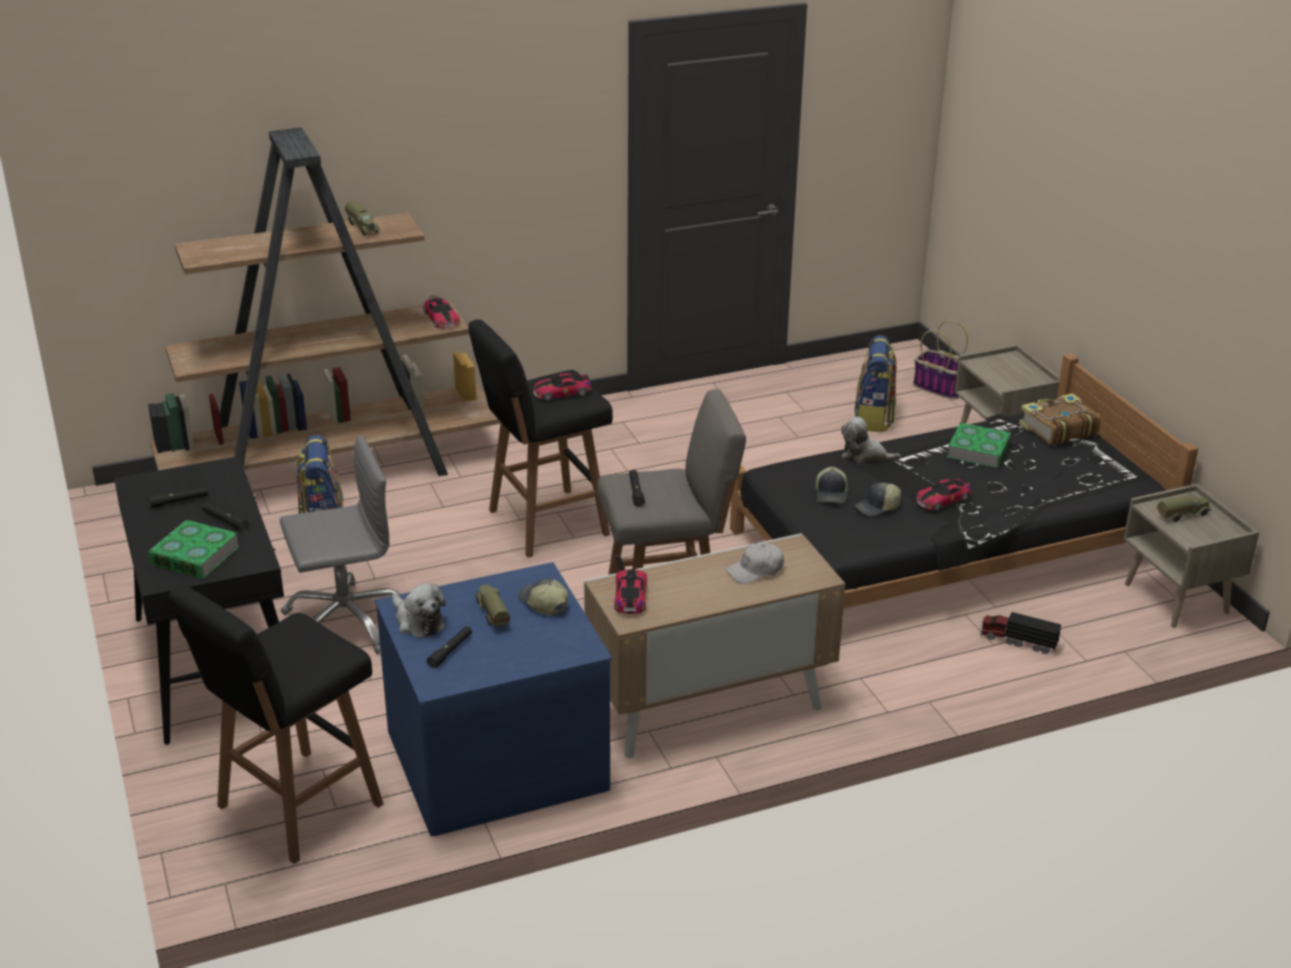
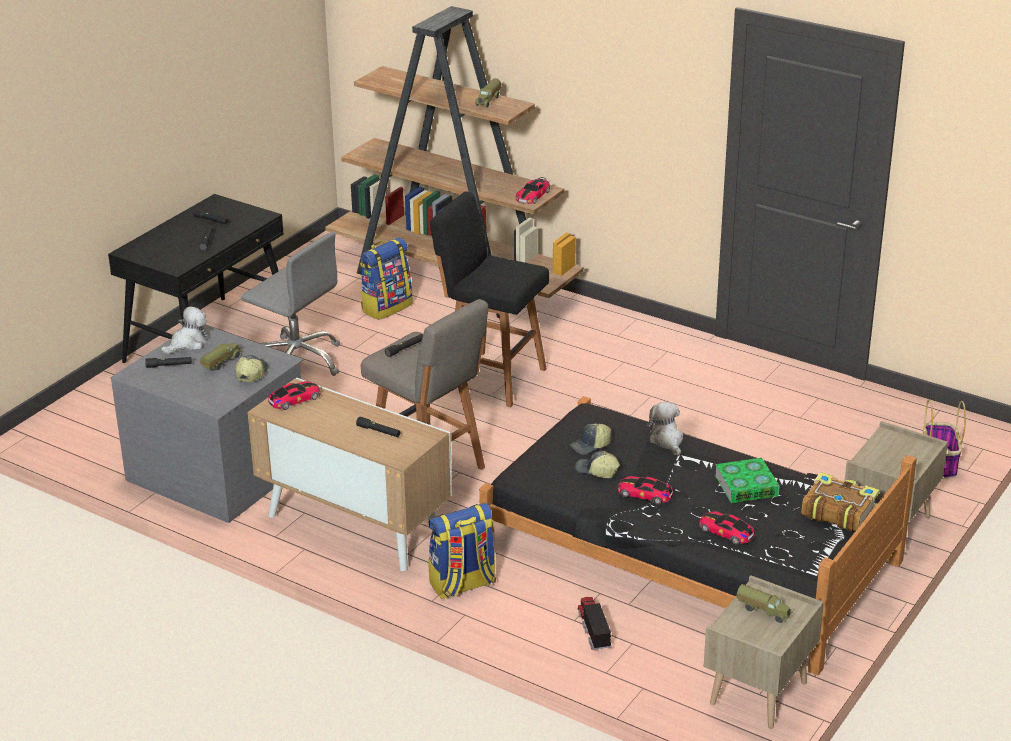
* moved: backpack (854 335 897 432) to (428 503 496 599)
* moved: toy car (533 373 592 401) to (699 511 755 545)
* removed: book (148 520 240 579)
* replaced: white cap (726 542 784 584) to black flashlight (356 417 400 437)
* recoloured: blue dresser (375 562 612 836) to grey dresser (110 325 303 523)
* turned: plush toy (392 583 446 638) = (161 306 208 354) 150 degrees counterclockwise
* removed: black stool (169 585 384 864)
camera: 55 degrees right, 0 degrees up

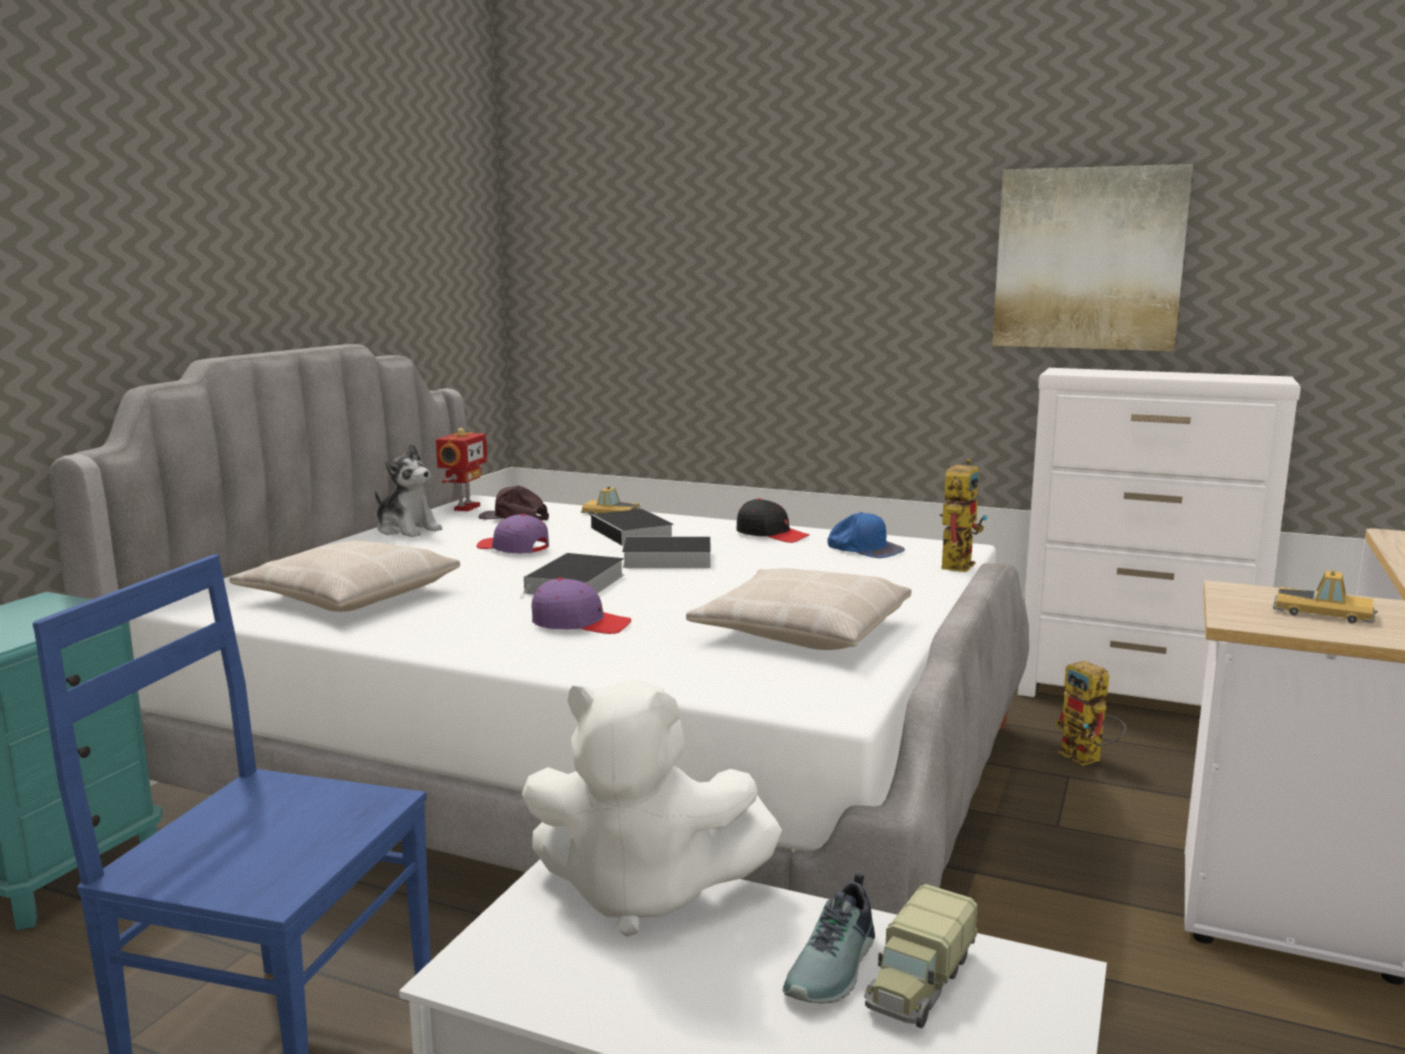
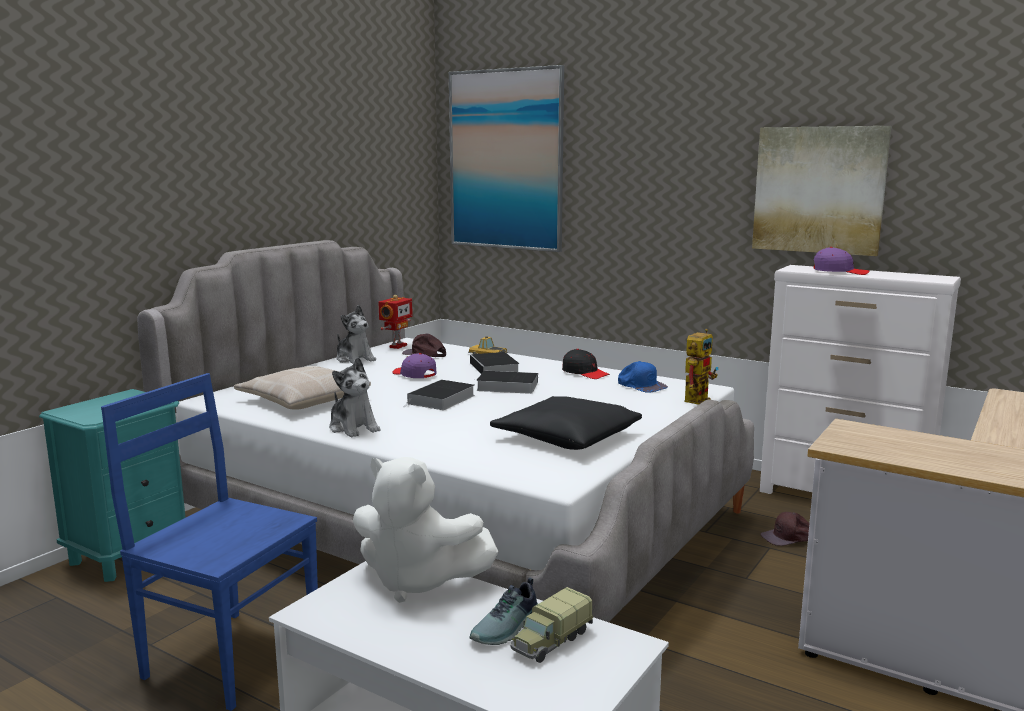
* recoloured: beige pillow (686 568 911 650) to black pillow (490 396 642 450)
* removed: toy car (1273 570 1378 624)
* moved: purple cap (531 578 631 634) to (814 247 870 275)
* replaced: toy robot (1055 661 1127 766) to brown cap (760 512 809 546)
* added: picture (449 65 564 252)
* added: plush toy (329 357 381 437)
camera: 10 degrees right, 0 degrees up

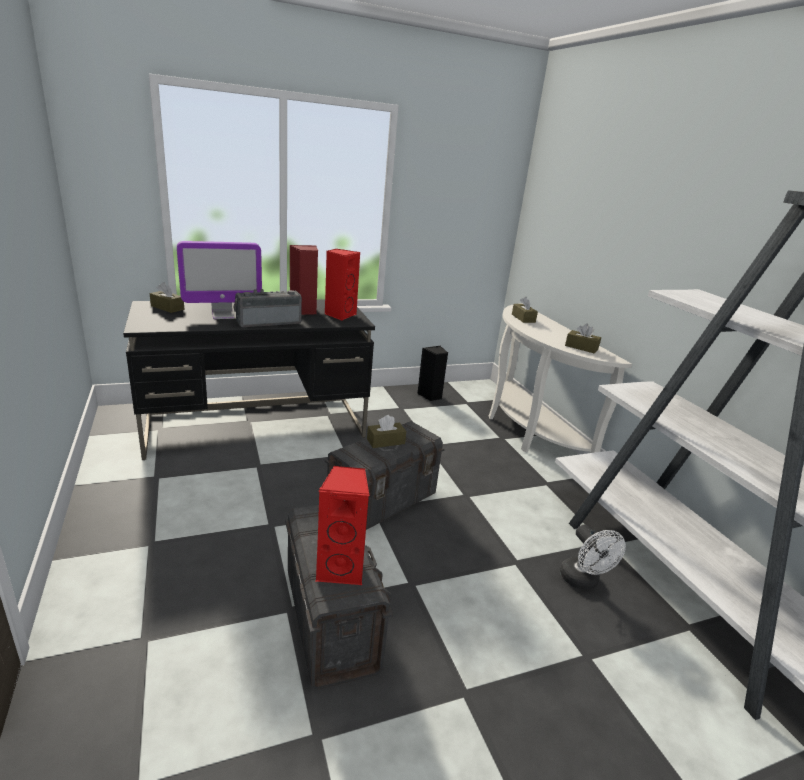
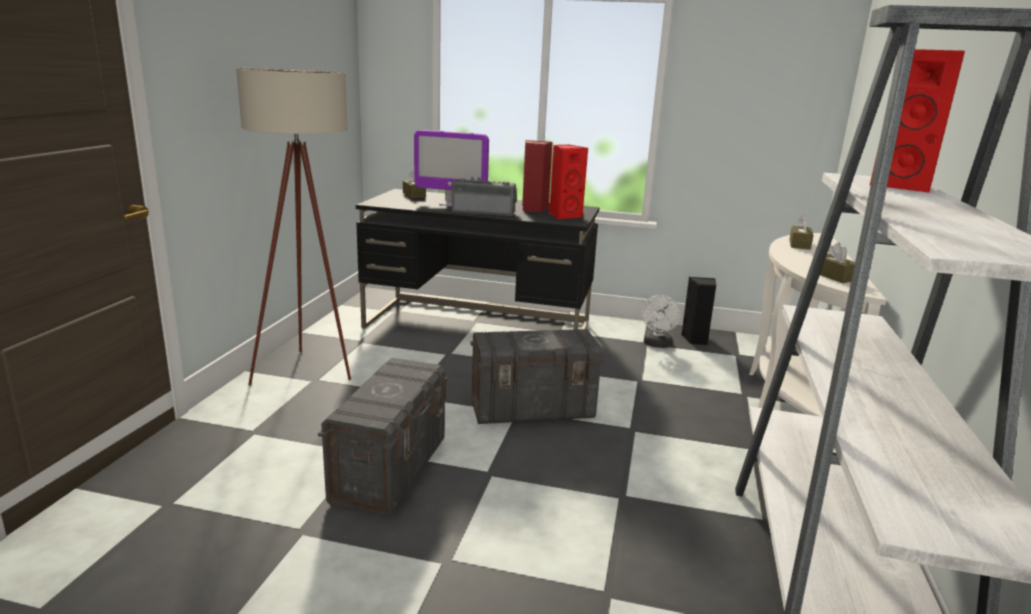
* removed: brown tissue box (367 415 406 448)
* moved: red speaker (316 466 370 585) to (869 49 965 193)
* moved: white fan (560 525 626 590) to (641 295 681 348)
* added: beige floor lamp (236 68 351 386)
camera: 35 degrees right, 5 degrees down

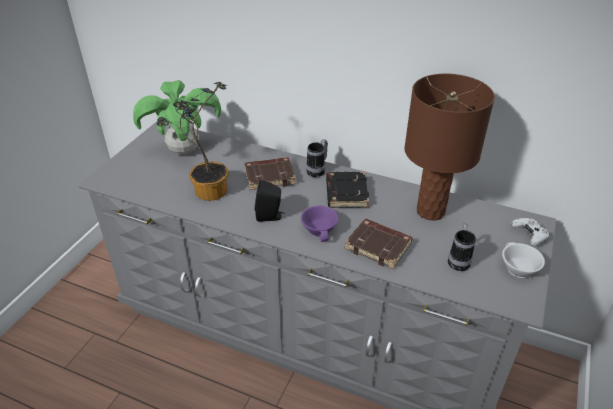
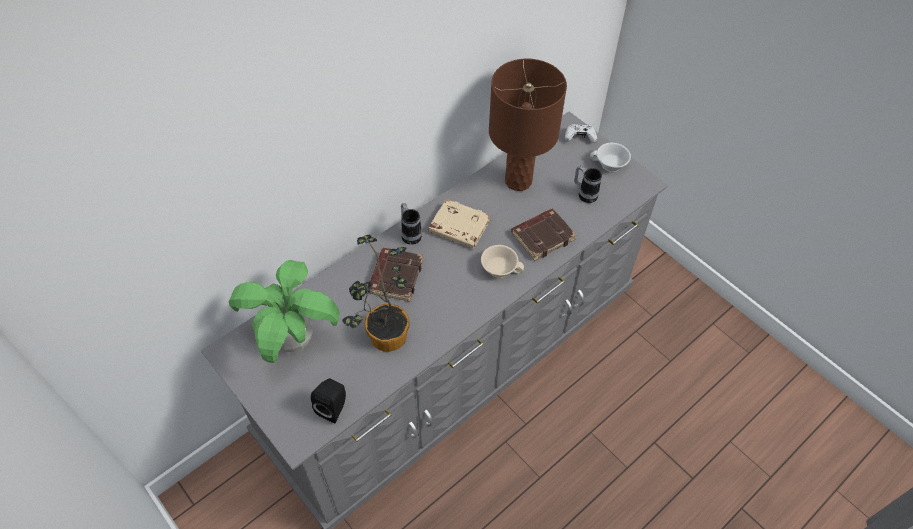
* recoloured: black book (326 172 369 208) to beige book (429 199 491 249)
* moved: black speaker (255 180 284 222) to (311 378 346 423)
* recoloured: purple cup (301 206 338 242) to beige cup (481 245 524 278)
camera: 65 degrees left, 15 degrees up

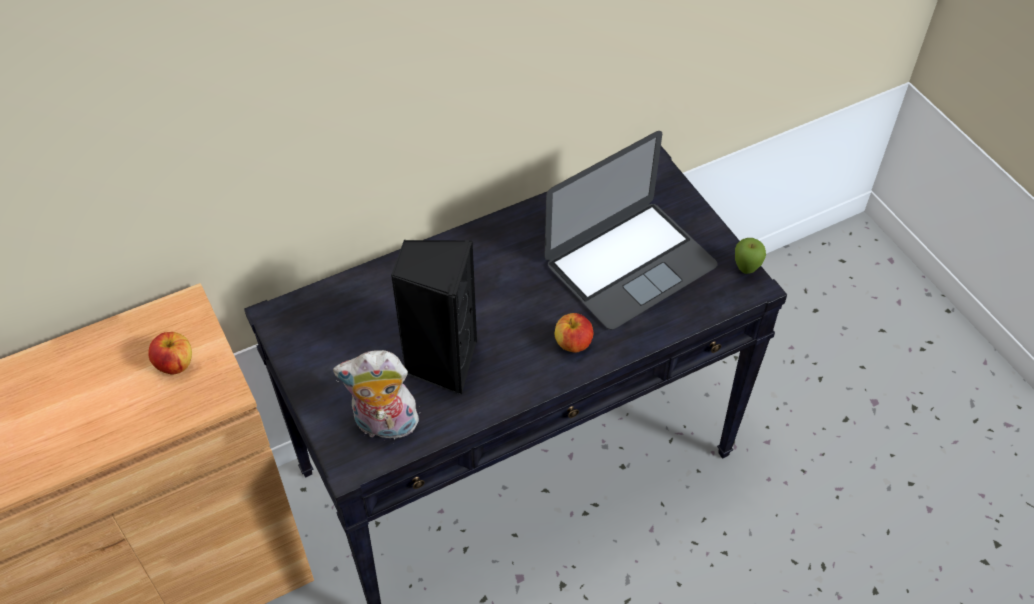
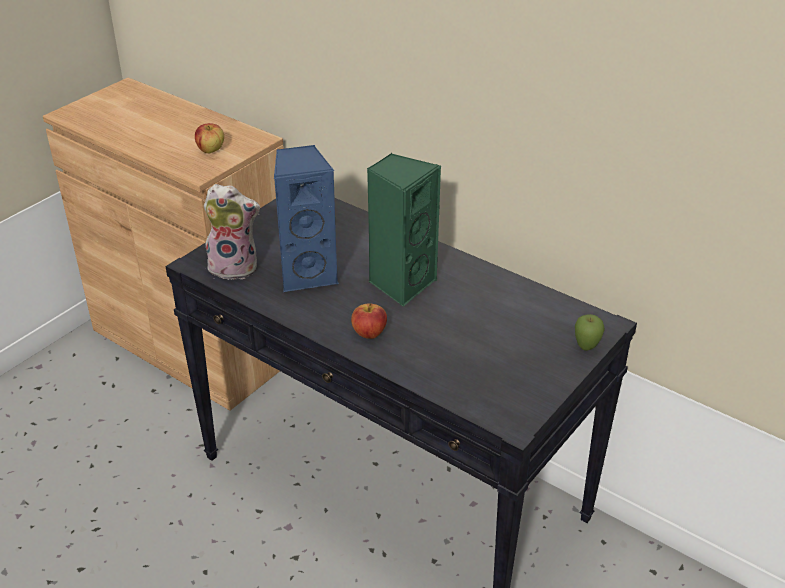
* removed: laptop (544 131 718 330)
* moved: apple (735 238 766 274) to (575 314 605 351)
* recoloured: black speaker (391 240 477 395) to blue speaker (274 145 339 292)
* turned: plush toy (333 350 422 439) = (204 184 260 280) 120 degrees clockwise
* added: green speaker (367 153 441 307)
camera: 65 degrees right, 15 degrees down

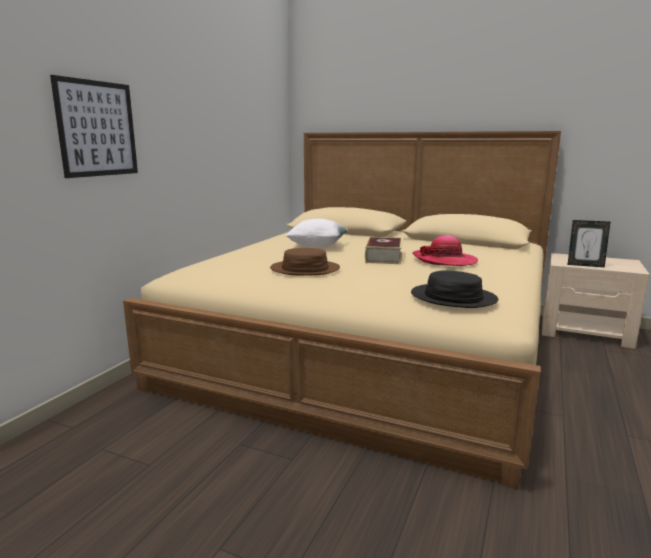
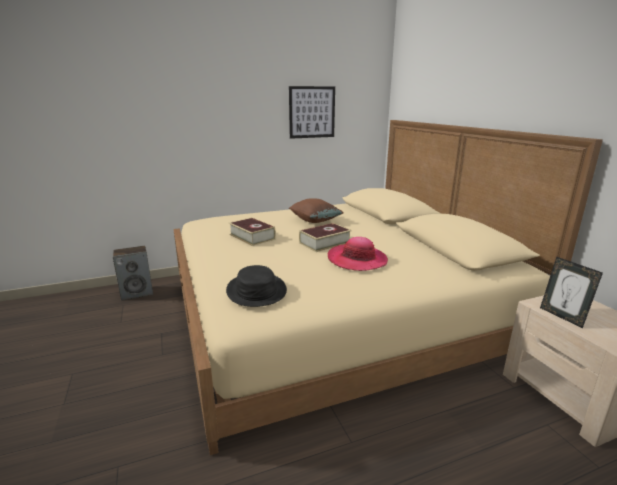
* moved: picture (50 75 138 178) to (289 86 335 139)
* recoloured: white pillow (286 219 348 248) to brown pillow (289 198 344 223)
* replaced: brown hat (270 248 340 276) to book (229 218 276 246)
* added: speaker (113 246 153 301)
camera: 45 degrees right, 5 degrees up

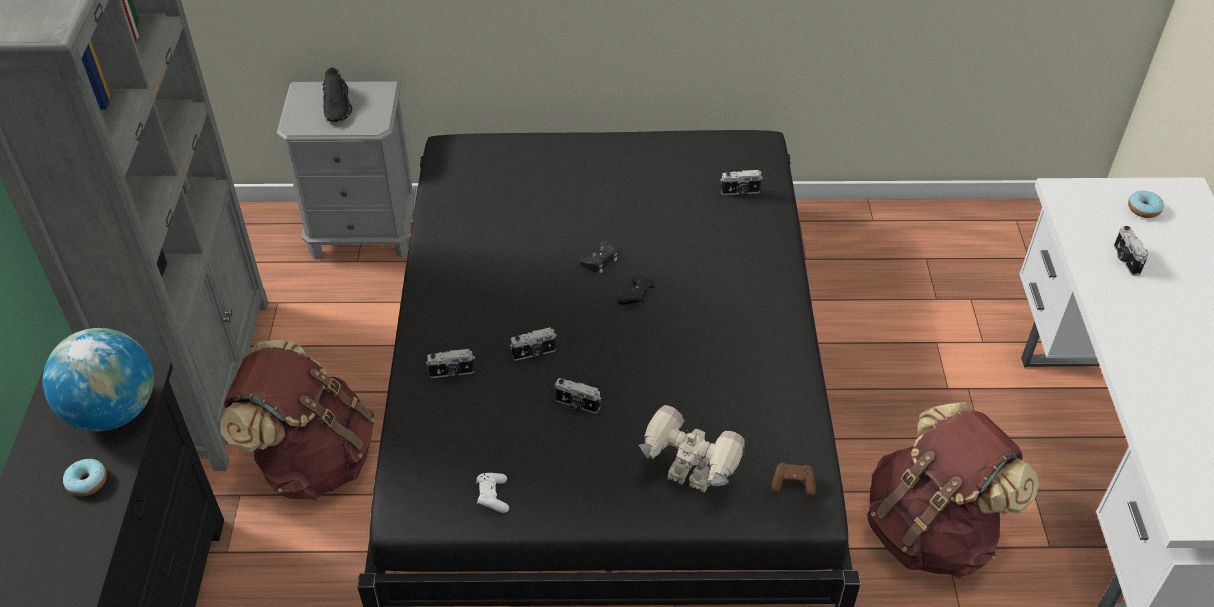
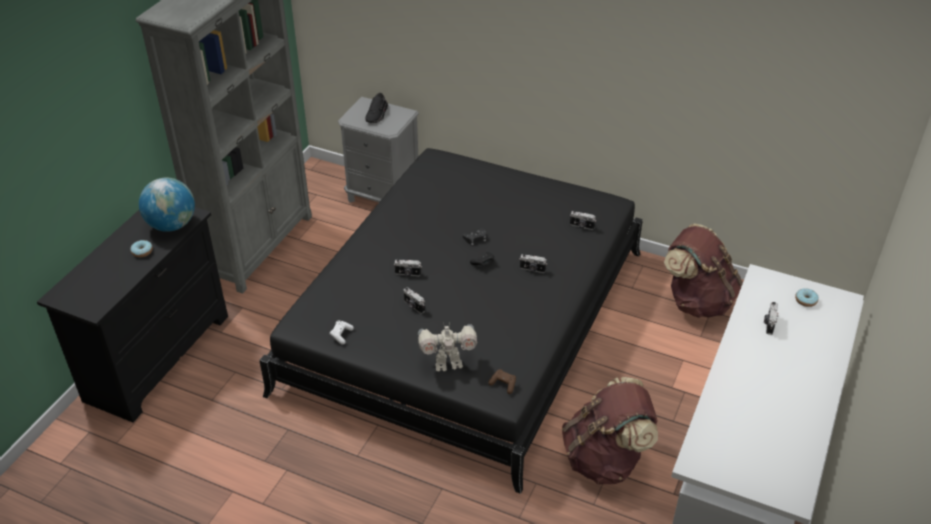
* moved: brown backpack (220 340 375 500) to (664 224 743 318)
* moved: photo camera (426 349 475 378) to (520 254 547 273)
* turned: toy robot (639 405 745 493) = (418 323 477 372) 120 degrees clockwise
camera: 25 degrees right, 5 degrees down

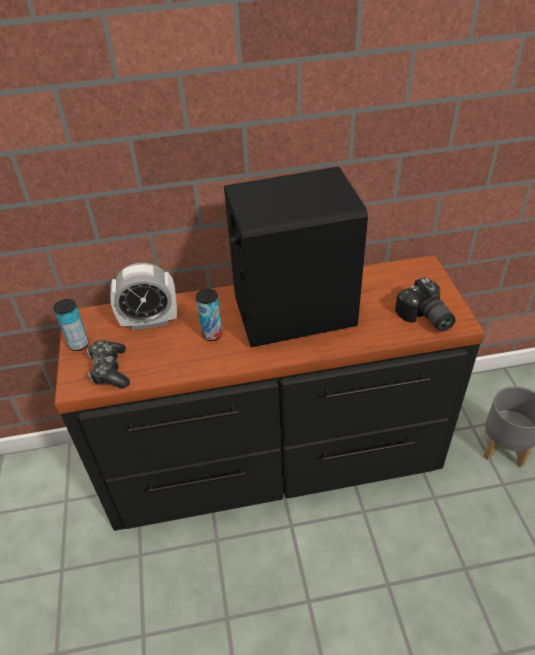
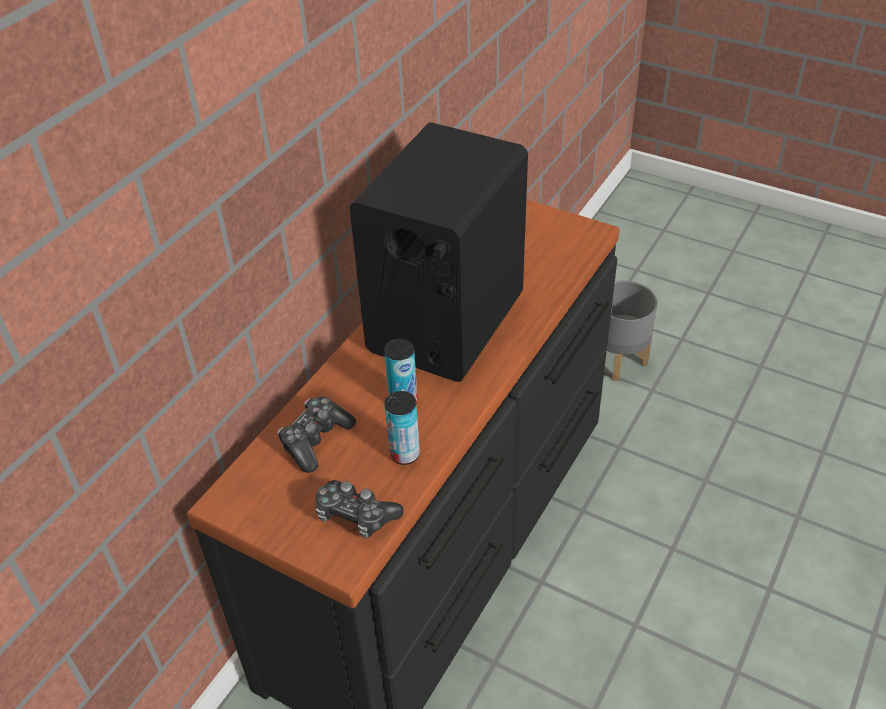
* replaced: alarm clock (110 263 177 330) to game controller (278 397 356 473)
* removed: photo camera (395 277 456 332)
* moved: can (53 299 89 351) to (384 391 420 465)
camera: 50 degrees left, 0 degrees up

